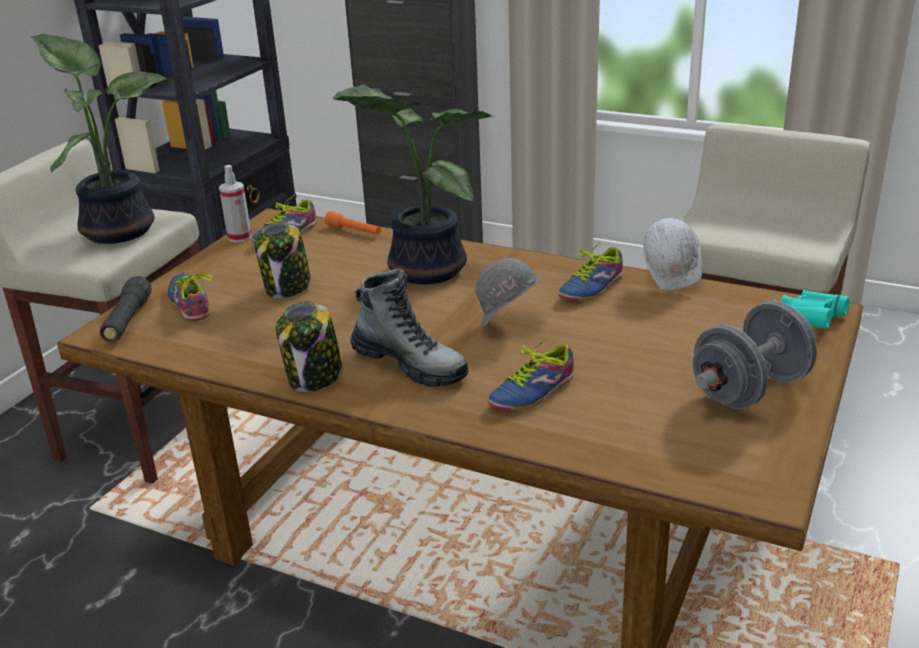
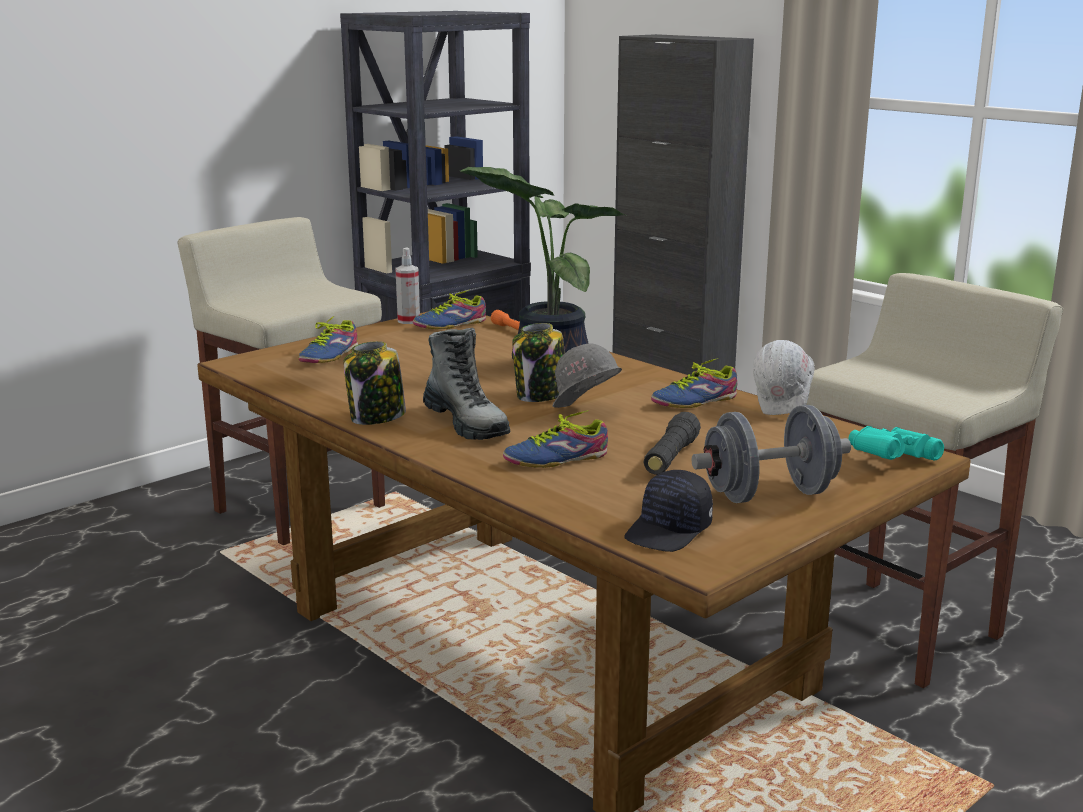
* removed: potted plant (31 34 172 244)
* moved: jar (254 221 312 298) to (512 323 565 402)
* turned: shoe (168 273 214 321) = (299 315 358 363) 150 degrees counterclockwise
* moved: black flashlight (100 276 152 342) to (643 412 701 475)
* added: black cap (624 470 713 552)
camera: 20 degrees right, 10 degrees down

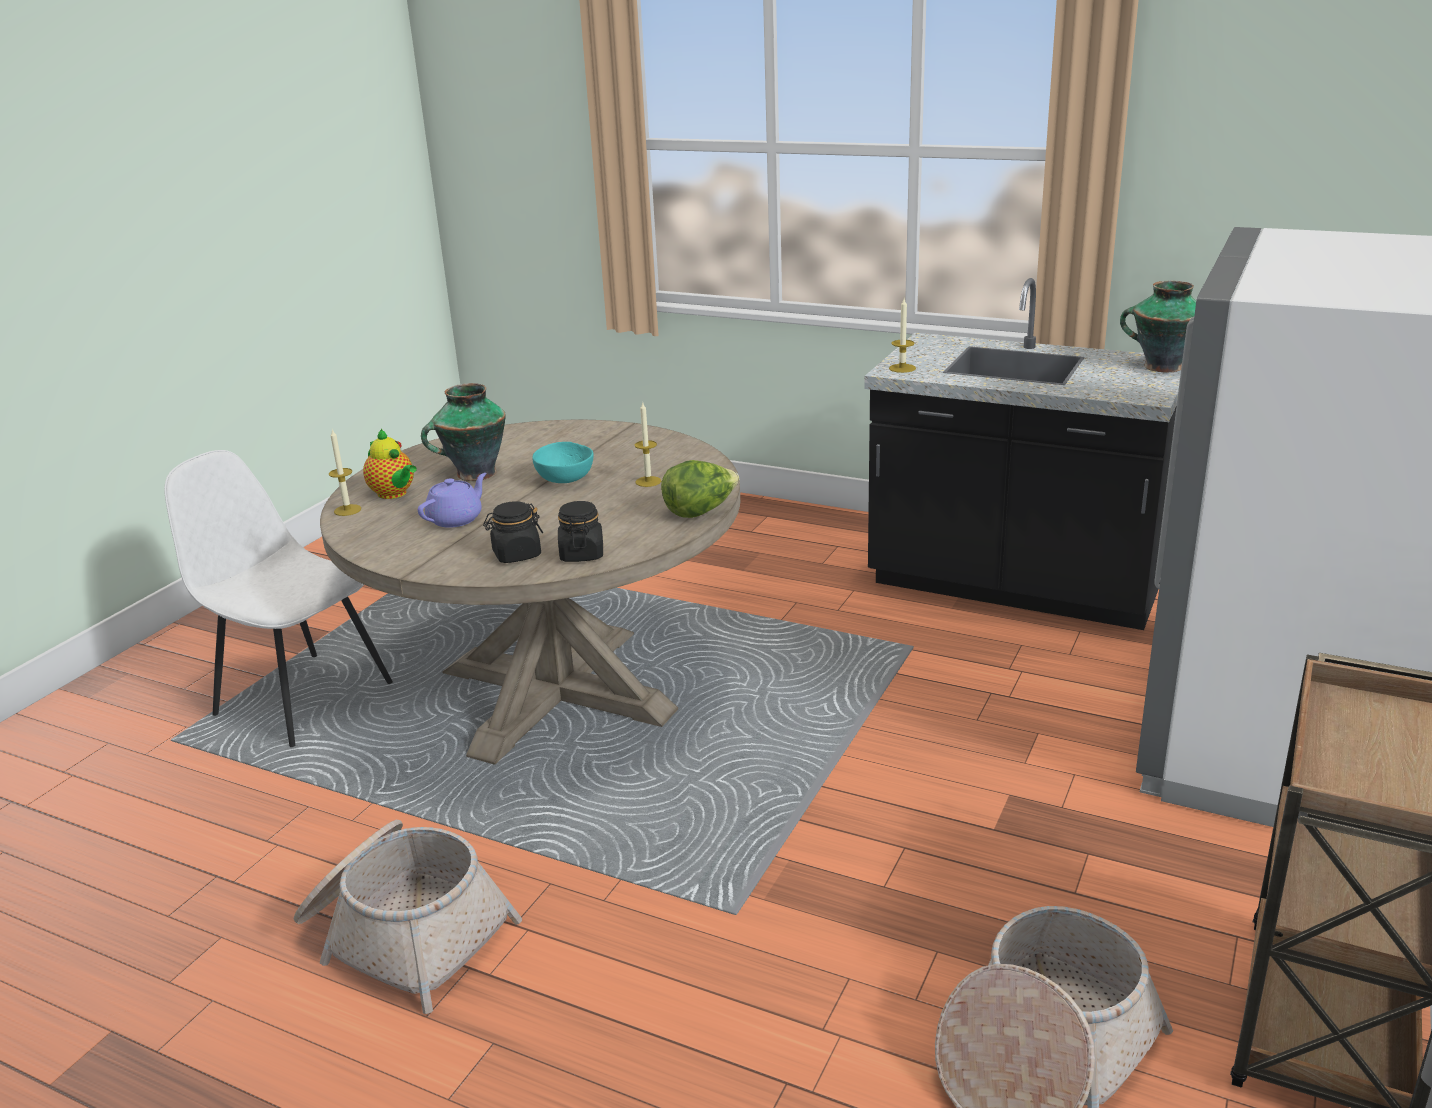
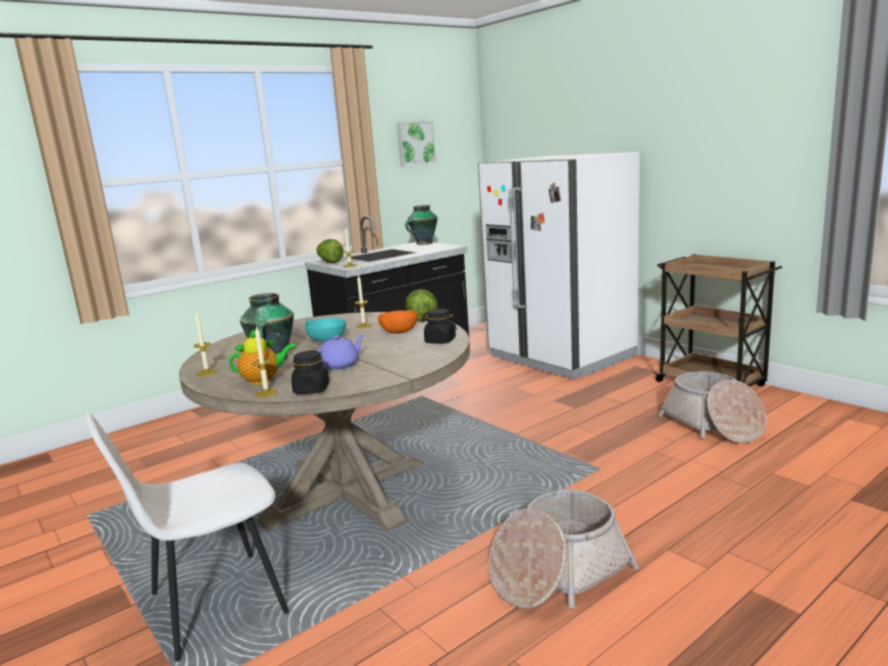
* turned: purple teapot (418 473 487 528) = (316 334 365 370) 75 degrees clockwise
* moved: black jar (483 501 543 563) to (291 350 329 394)
* added: picture (397 121 437 167)
* added: lettuce (316 239 344 263)
* added: orange bowl (378 311 418 334)
* added: candle (193 312 217 376)
camera: 65 degrees left, 10 degrees down

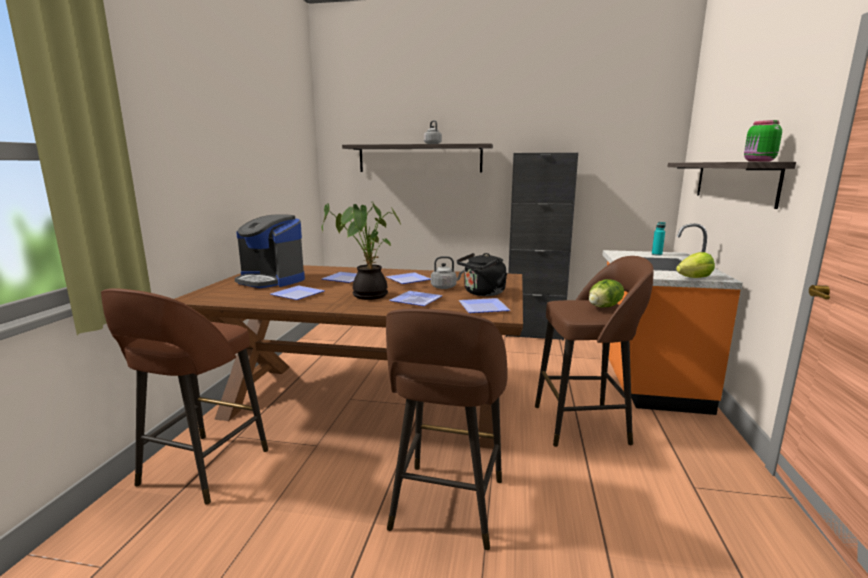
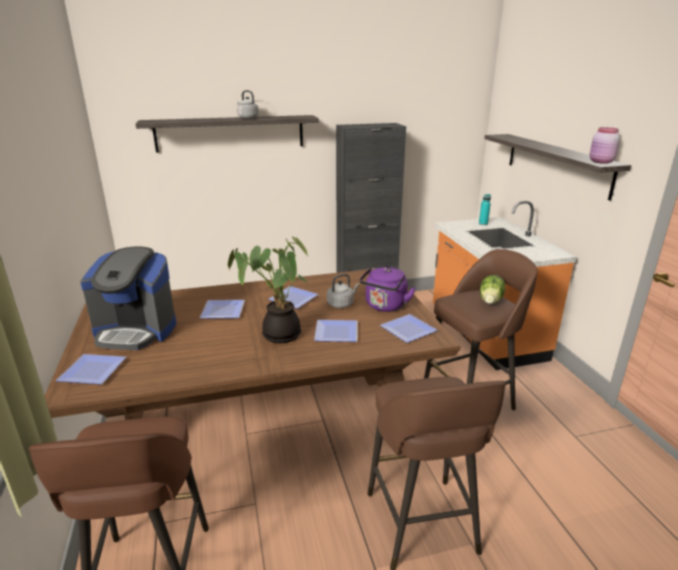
* recoloured: green jar (744 120 782 162) to pink jar (589 127 620 164)
* removed: lettuce (676 252 715 278)
* recoloured: black kettle (457 253 507 296) to purple kettle (360 267 415 312)
* moved: plate (270 286 325 300) to (56 354 126 384)
camera: 25 degrees left, 10 degrees up

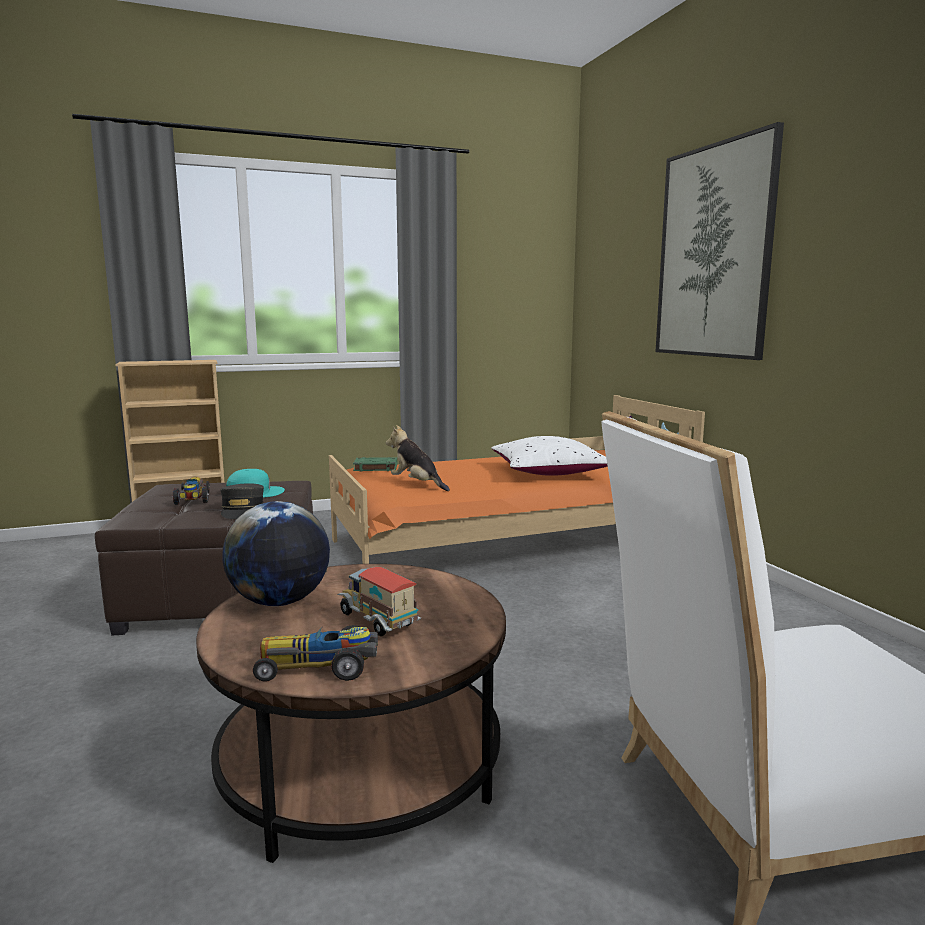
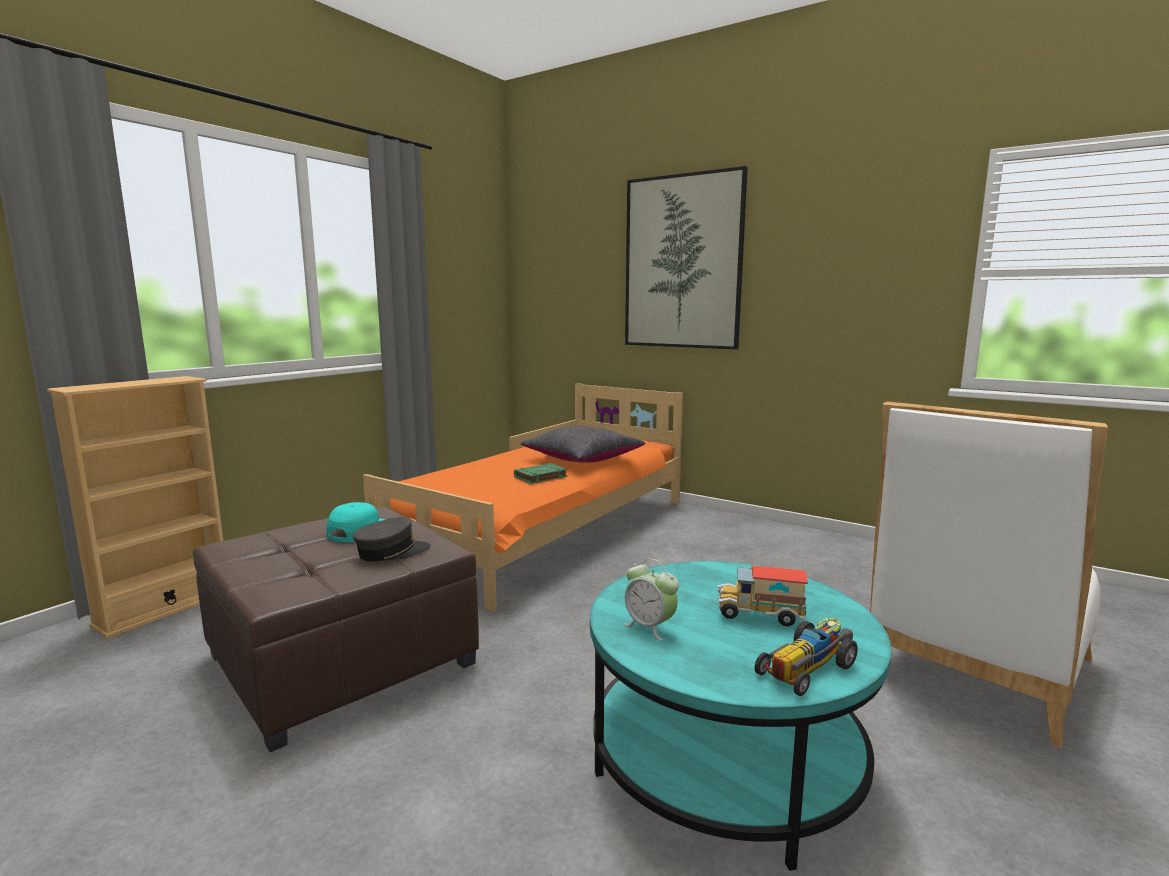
* removed: plush toy (386 425 450 491)
* recoloured: white pillow (491 436 608 476) to black pillow (520 426 645 463)
* moved: green book (353 457 397 471) to (514 463 568 484)
* removed: toy car (172 477 210 505)
* turned: grey cap (220 483 264 519) = (353 517 431 561) 75 degrees counterclockwise
* replaced: globe (222 501 330 606) to alarm clock (624 559 679 641)
* recoloured: brown coffee table (196 564 506 863) to turquoise coffee table (590 561 892 871)
camera: 35 degrees left, 0 degrees up

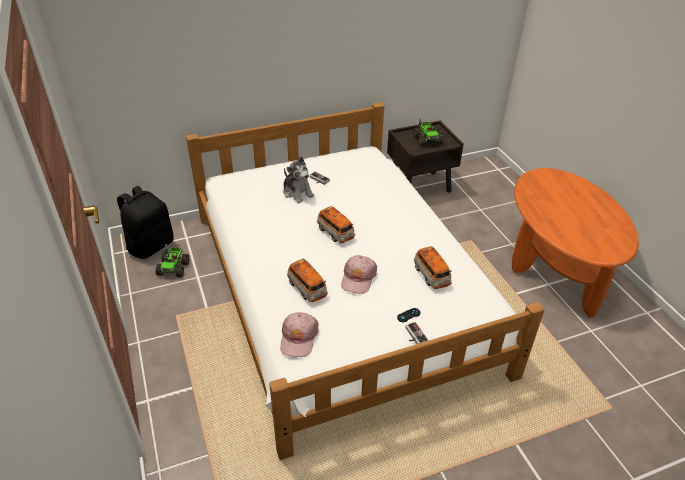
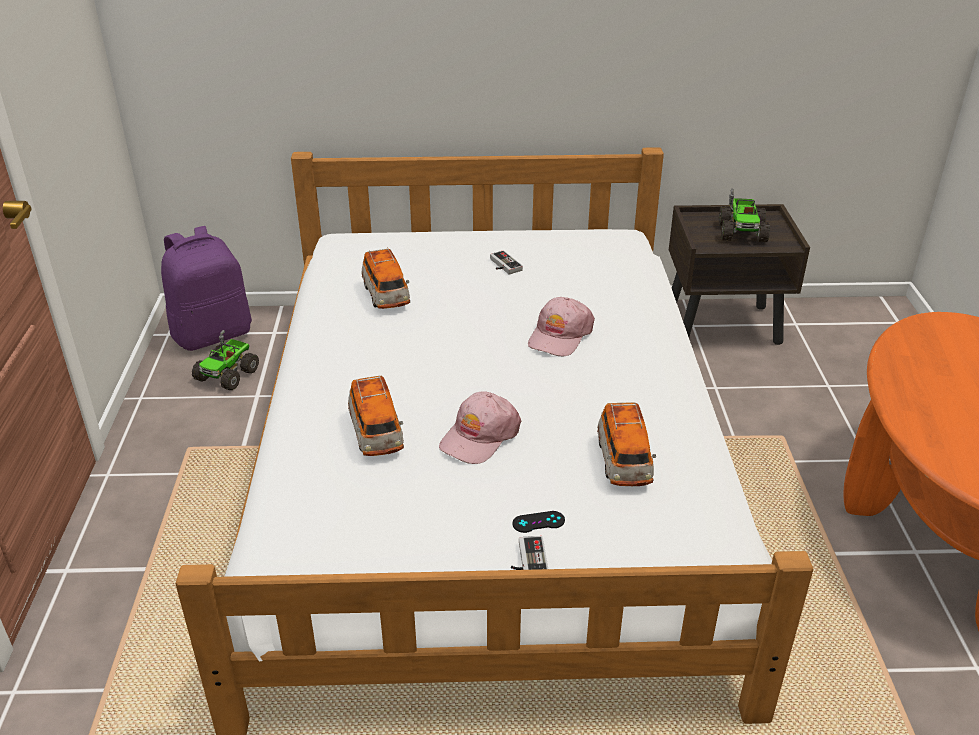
* removed: plush toy (283 157 314 203)
* recoloured: black backpack (117 186 174 259) to purple backpack (161 226 252 351)
* moved: toy car (317 206 355 243) to (361 248 410 309)
* moved: pink cap (280 312 319 357) to (528 297 595 356)
camera: 20 degrees right, 5 degrees down

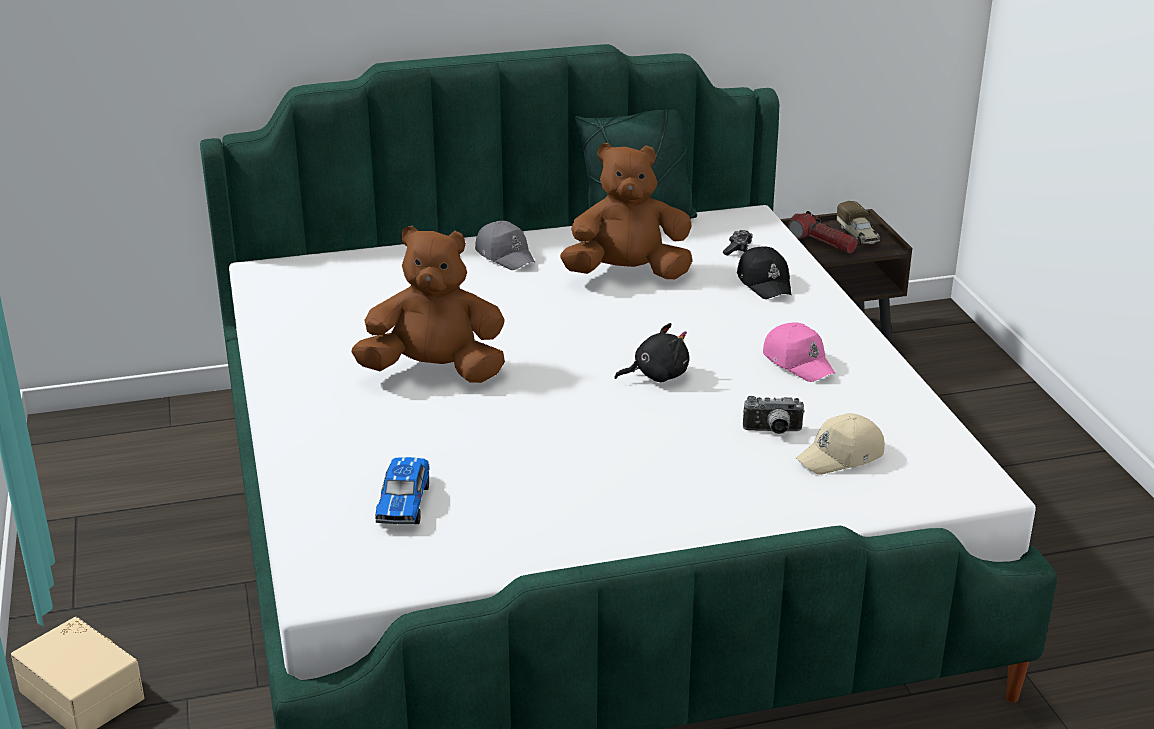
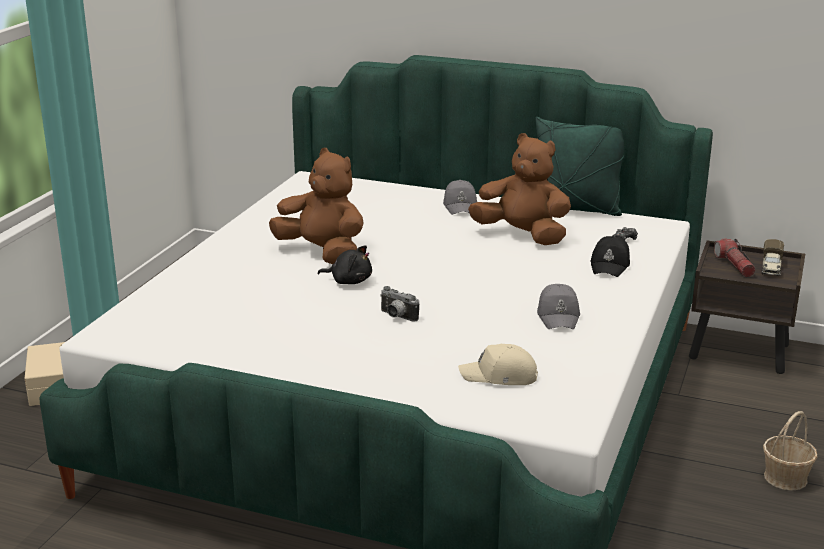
* moved: black plush toy (615 323 689 382) to (318 245 372 284)
* recoloured: pink cap (763 323 835 382) to grey cap (537 284 580 329)
* moved: photo camera (743 396 805 434) to (380 286 420 322)
* removed: toy car (376 457 429 524)
* added: basket (763 411 818 491)
camera: 35 degrees right, 5 degrees down

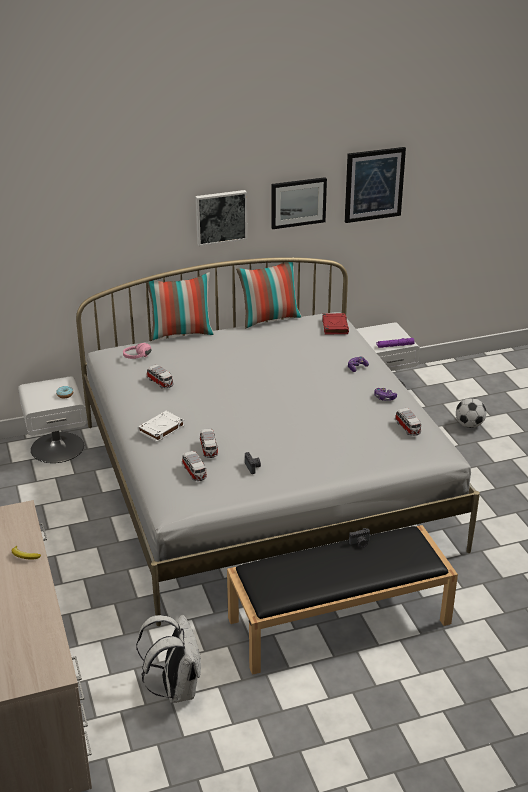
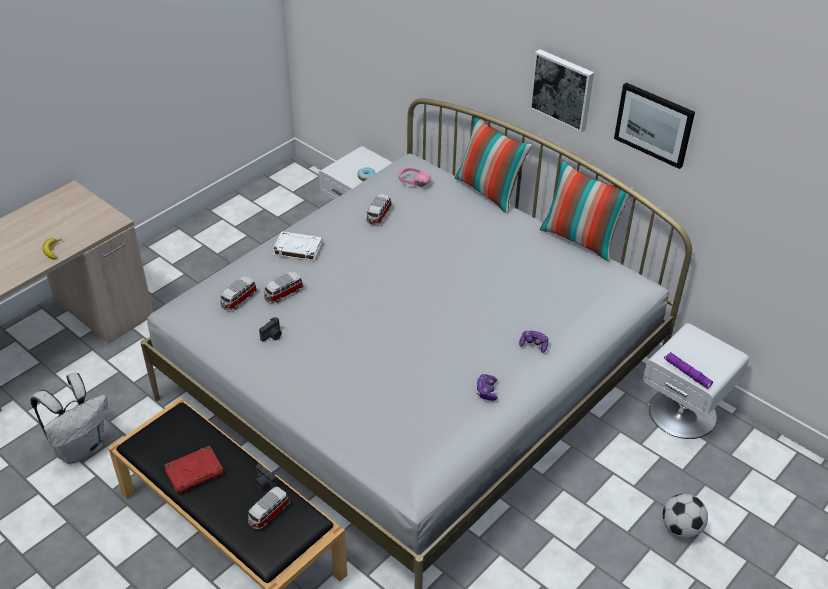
* removed: picture (345 147 406 223)
* moved: red book (322 313 349 334) to (164 446 224 494)
* moved: toy car (395 408 421 436) to (248 487 290 529)
camera: 60 degrees right, 10 degrees up

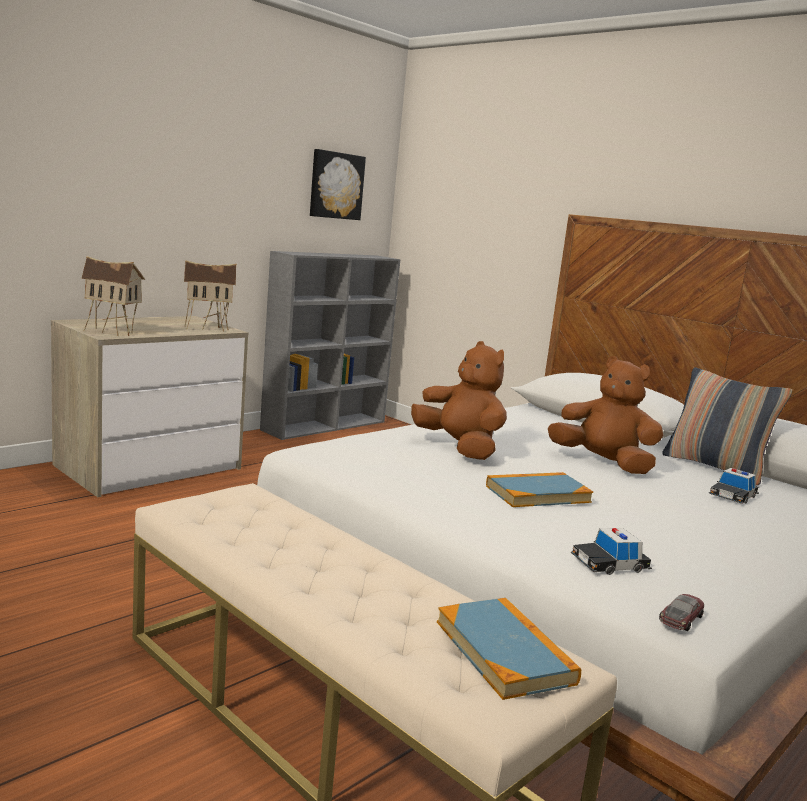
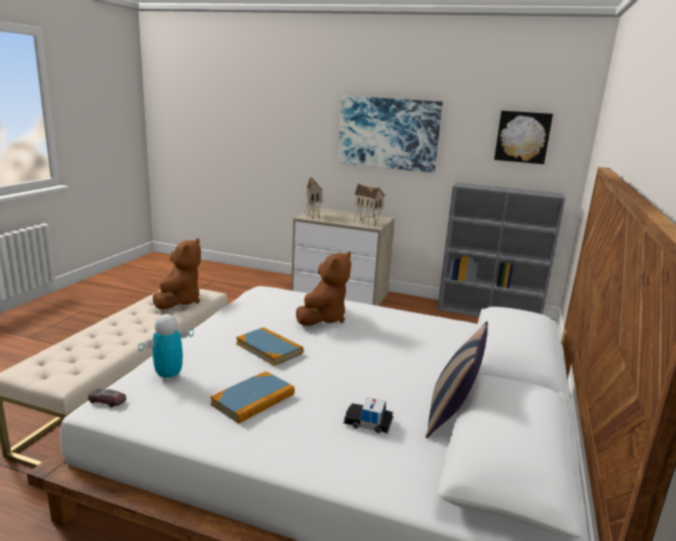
* moved: brown plush toy (548 356 663 474) to (153 238 201 309)
* replaced: toy car (571 528 652 575) to toy robot (138 314 194 381)
* moved: book (437 598 581 700) to (210 371 295 424)
* added: picture (338 96 443 173)
camera: 65 degrees right, 5 degrees up

